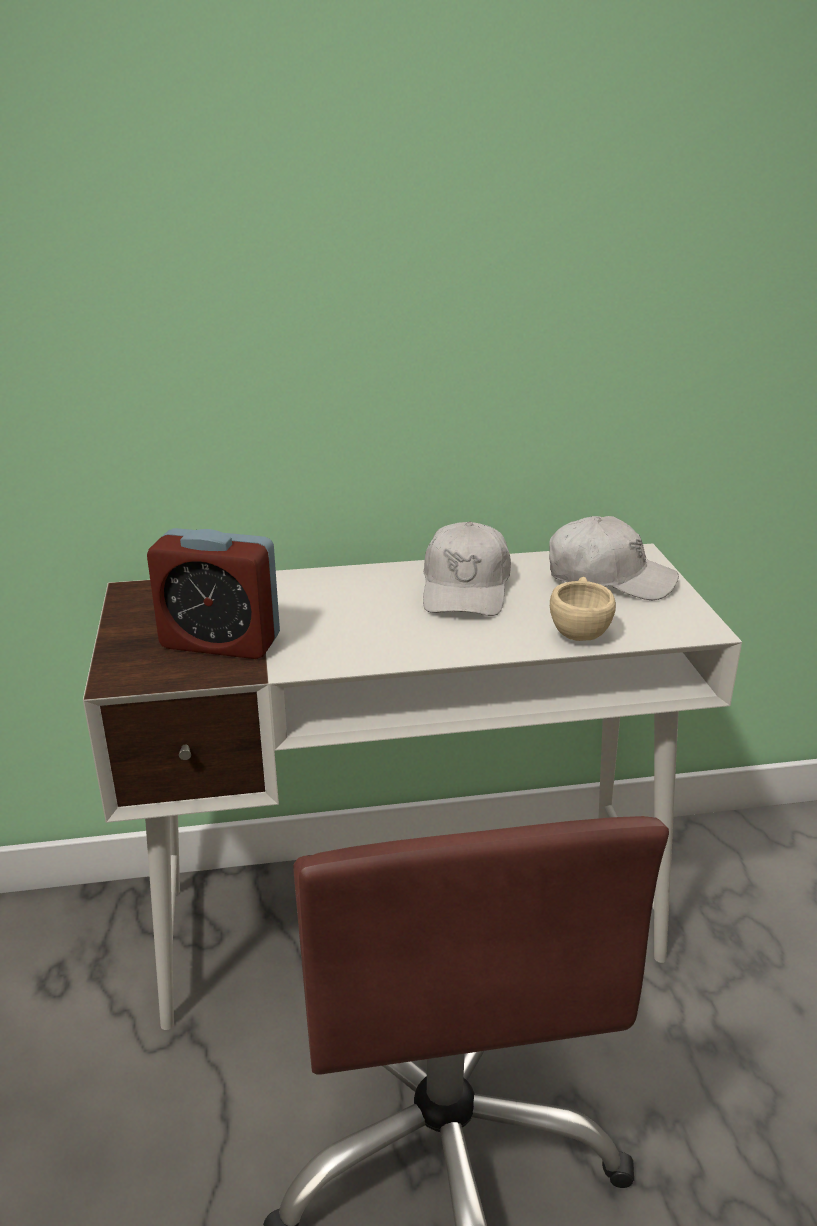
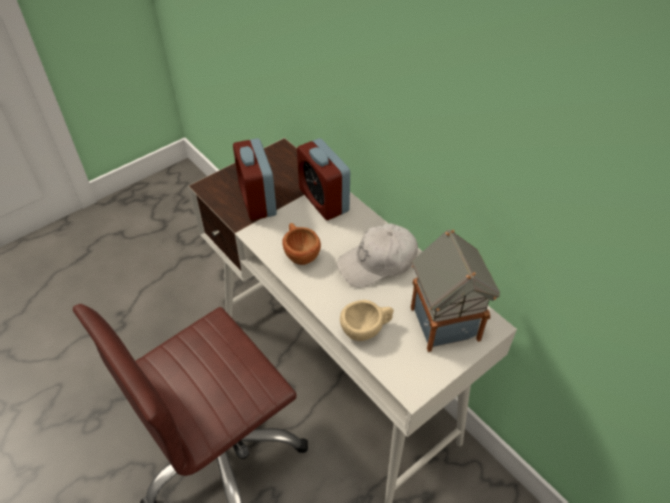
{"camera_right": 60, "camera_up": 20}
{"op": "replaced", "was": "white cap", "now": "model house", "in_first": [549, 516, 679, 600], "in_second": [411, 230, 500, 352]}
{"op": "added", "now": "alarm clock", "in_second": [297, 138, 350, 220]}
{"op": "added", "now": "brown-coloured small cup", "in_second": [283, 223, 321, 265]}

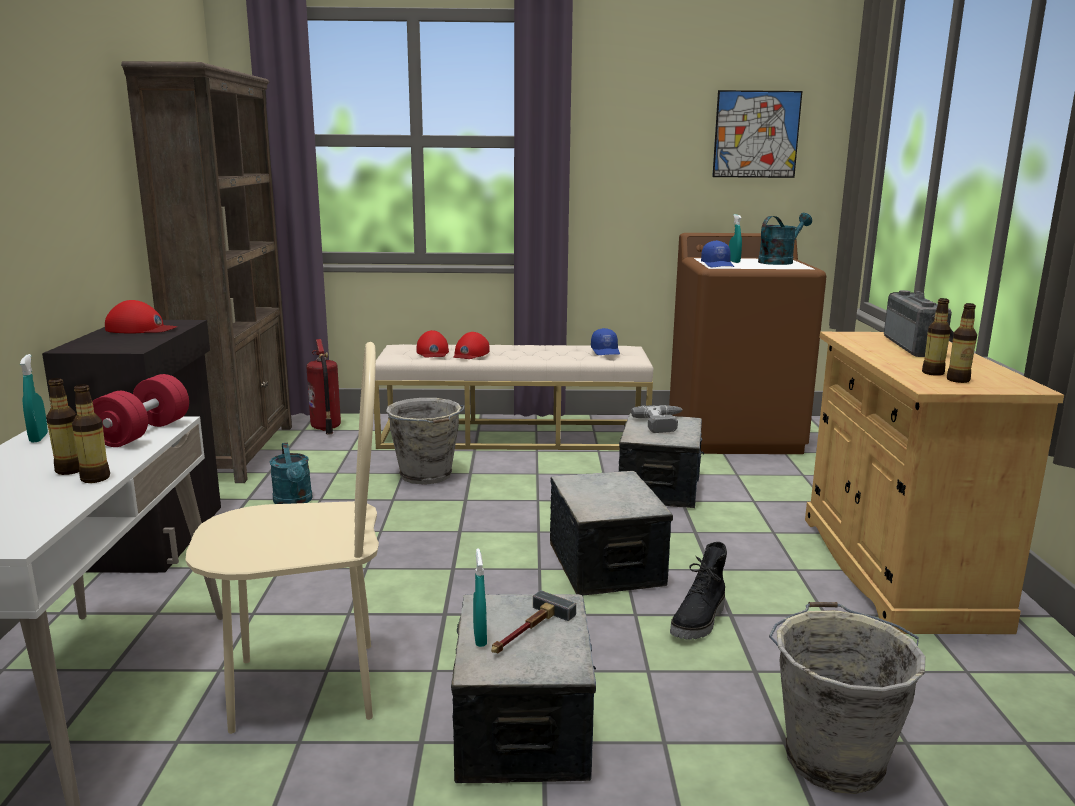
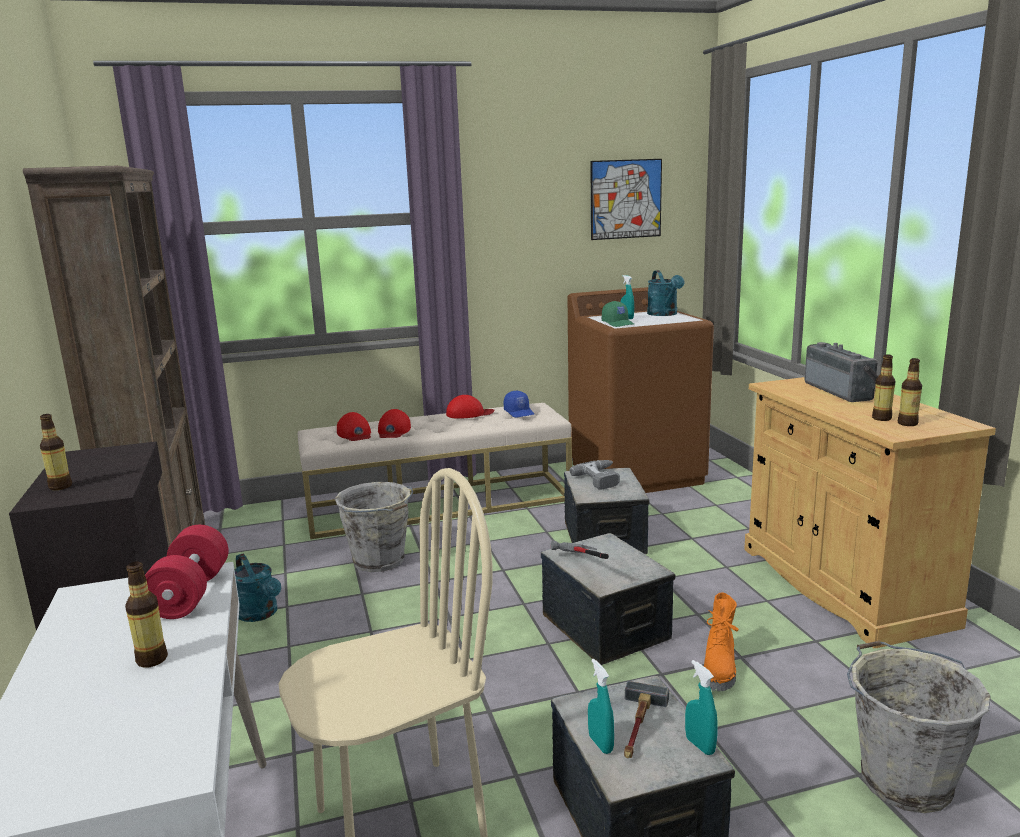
{"camera_right": -15, "camera_up": 0}
{"op": "turned", "was": "blue-green watering pot", "in_first": [758, 213, 812, 265], "in_second": [647, 270, 684, 316], "clockwise": 135}
{"op": "recoloured", "was": "bluish cap", "now": "greenish cap", "in_first": [701, 240, 734, 267], "in_second": [602, 301, 635, 327]}
{"op": "moved", "was": "red cap", "in_first": [105, 300, 177, 334], "in_second": [446, 395, 495, 419]}
{"op": "removed", "was": "fire-fighting cylinder", "in_first": [306, 339, 341, 435]}
{"op": "moved", "was": "blue-green sprayer", "in_first": [20, 354, 48, 443], "in_second": [685, 660, 718, 755]}
{"op": "moved", "was": "bottle", "in_first": [72, 384, 110, 483], "in_second": [40, 414, 72, 490]}
{"op": "recoloured", "was": "blackish high-top boot", "now": "orange high-top boot", "in_first": [670, 542, 727, 640], "in_second": [704, 592, 739, 691]}
{"op": "added", "now": "tool hammer", "in_second": [550, 541, 609, 559]}

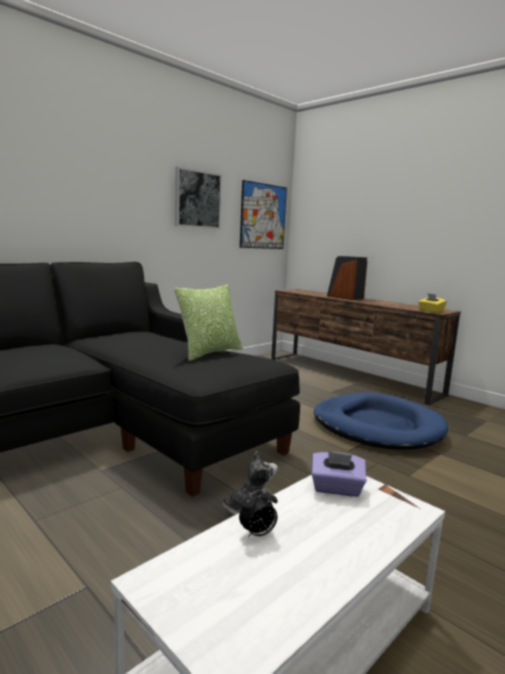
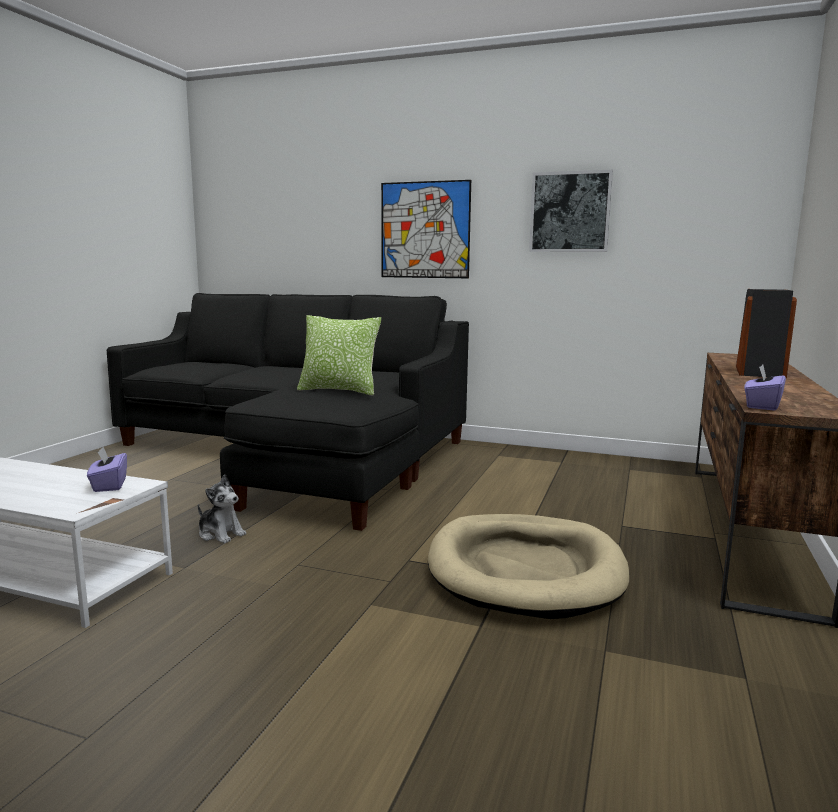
{"camera_right": 65, "camera_up": 0}
{"op": "moved", "was": "wall picture", "in_first": [240, 180, 287, 249], "in_second": [381, 180, 471, 278]}
{"op": "recoloured", "was": "yellowish box of tissues", "now": "purple-coloured box of tissues", "in_first": [418, 293, 447, 313], "in_second": [744, 365, 786, 411]}
{"op": "recoloured", "was": "bluish dog bed", "now": "beige-coloured dog bed", "in_first": [314, 392, 448, 450], "in_second": [428, 514, 629, 619]}
{"op": "removed", "was": "alarm clock", "in_first": [239, 489, 278, 538]}

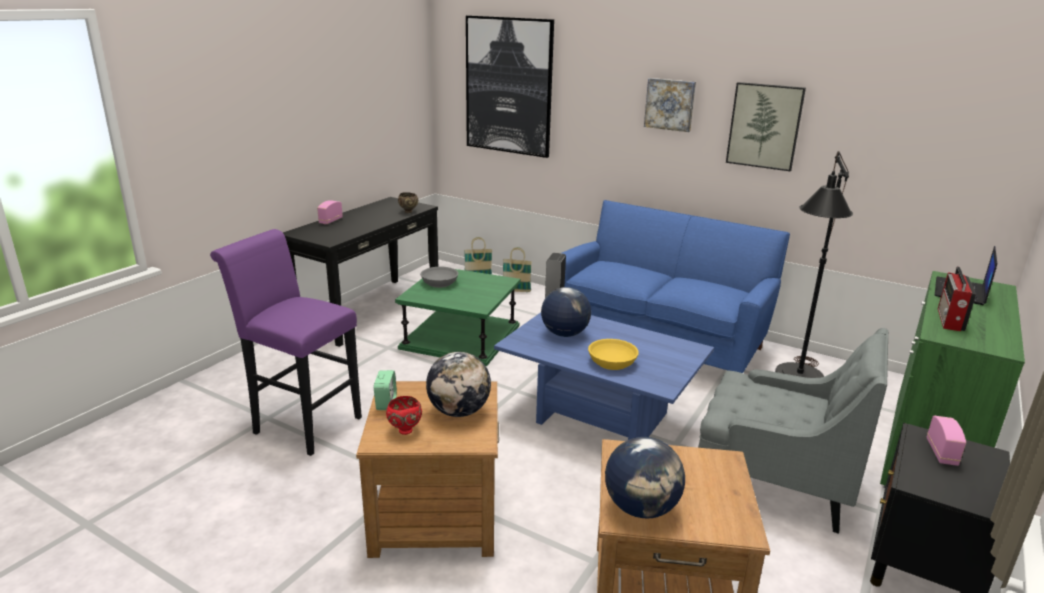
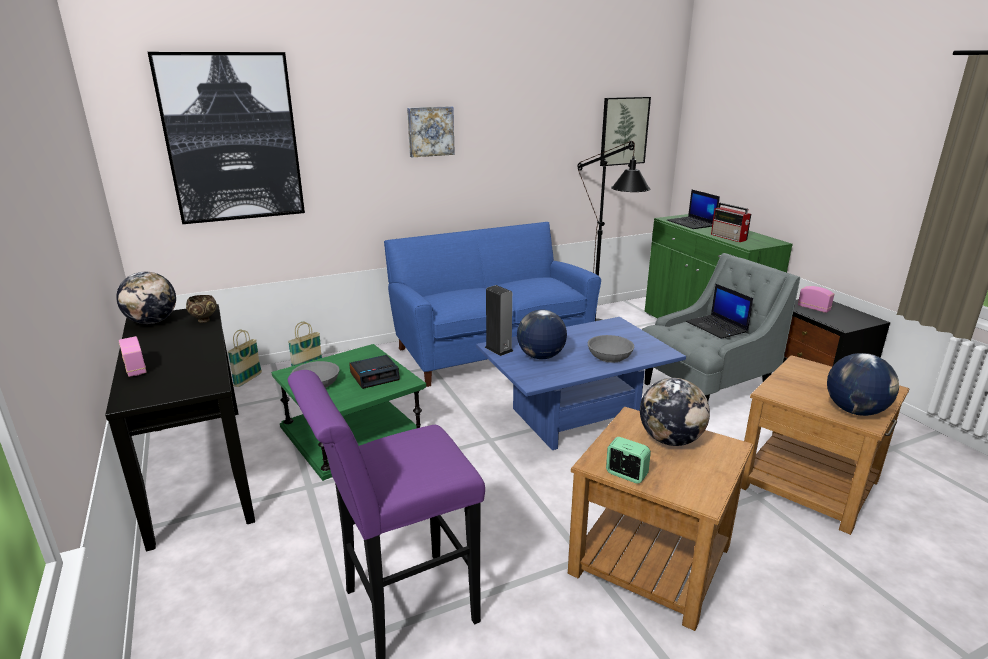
{"camera_right": -55, "camera_up": 0}
{"op": "moved", "was": "wall picture", "in_first": [726, 82, 806, 171], "in_second": [600, 97, 651, 166]}
{"op": "recoloured", "was": "yellowish serving bowl", "now": "grey serving bowl", "in_first": [588, 339, 639, 370], "in_second": [588, 335, 635, 363]}
{"op": "removed", "was": "red serving bowl", "in_first": [386, 396, 422, 435]}
{"op": "added", "now": "globe", "in_second": [116, 272, 176, 324]}
{"op": "added", "now": "notebook computer", "in_second": [686, 284, 753, 339]}
{"op": "added", "now": "alarm clock", "in_second": [349, 355, 400, 389]}

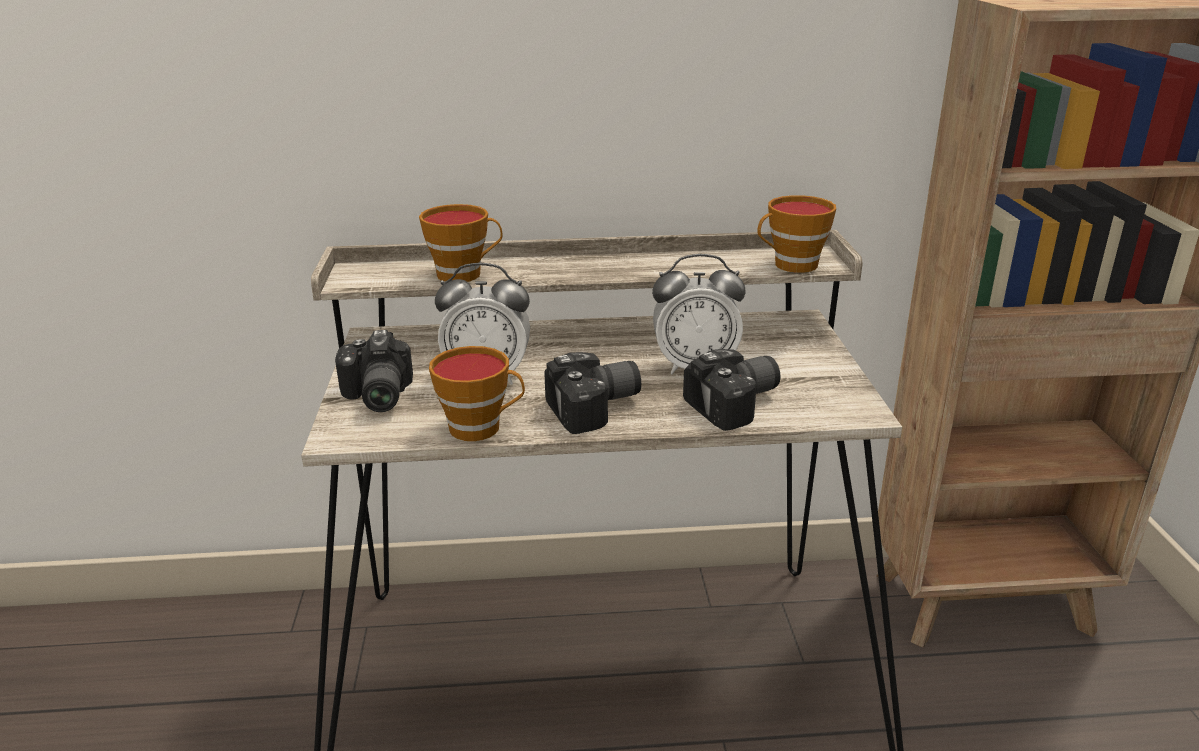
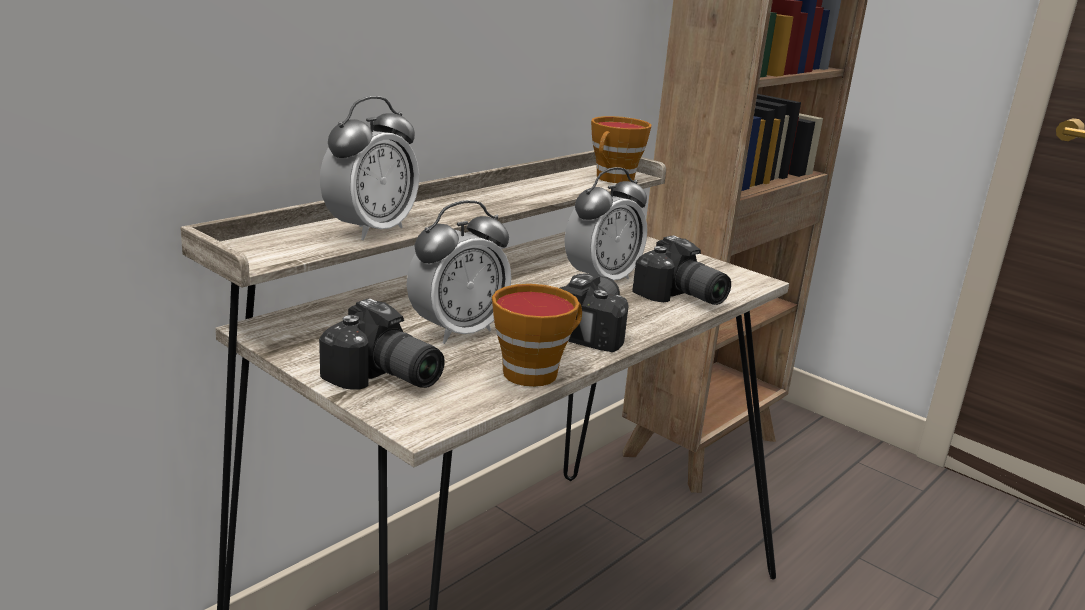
{"camera_right": -45, "camera_up": -5}
{"op": "replaced", "was": "small cup", "now": "alarm clock", "in_first": [419, 204, 502, 282], "in_second": [320, 96, 419, 240]}
{"op": "turned", "was": "still camera", "in_first": [683, 349, 780, 431], "in_second": [632, 236, 731, 305], "clockwise": 120}

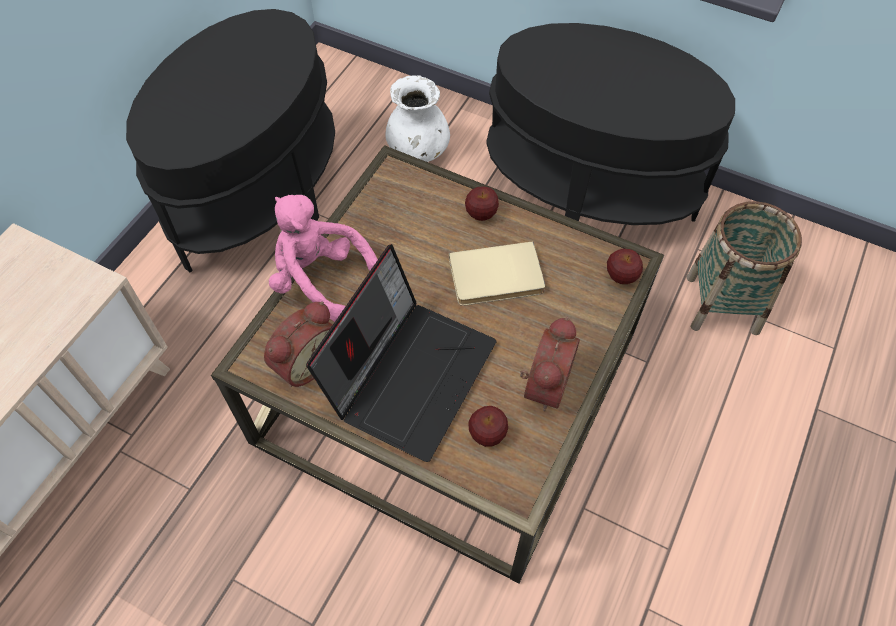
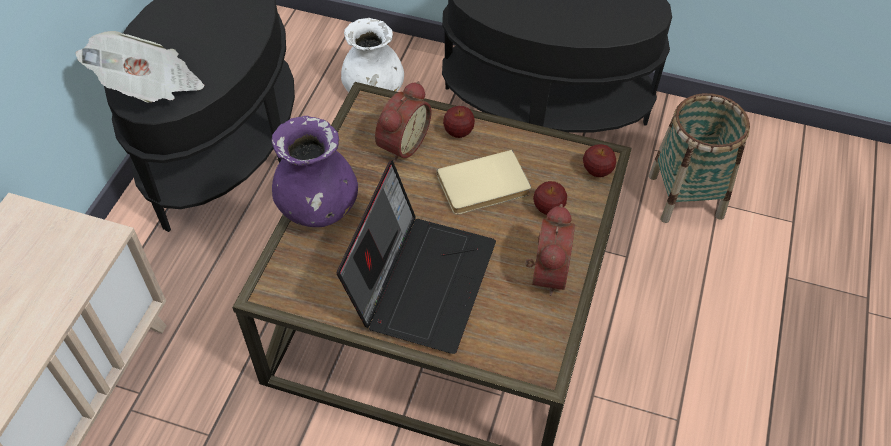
{"camera_right": -10, "camera_up": -5}
{"op": "replaced", "was": "pink plush toy", "now": "purple-coloured decorative vase", "in_first": [269, 195, 378, 322], "in_second": [272, 116, 358, 227]}
{"op": "moved", "was": "alarm clock", "in_first": [264, 301, 332, 387], "in_second": [375, 81, 431, 162]}
{"op": "moved", "was": "whole apple", "in_first": [468, 406, 508, 447], "in_second": [533, 181, 567, 215]}
{"op": "added", "now": "printed paper", "in_second": [76, 31, 204, 103]}

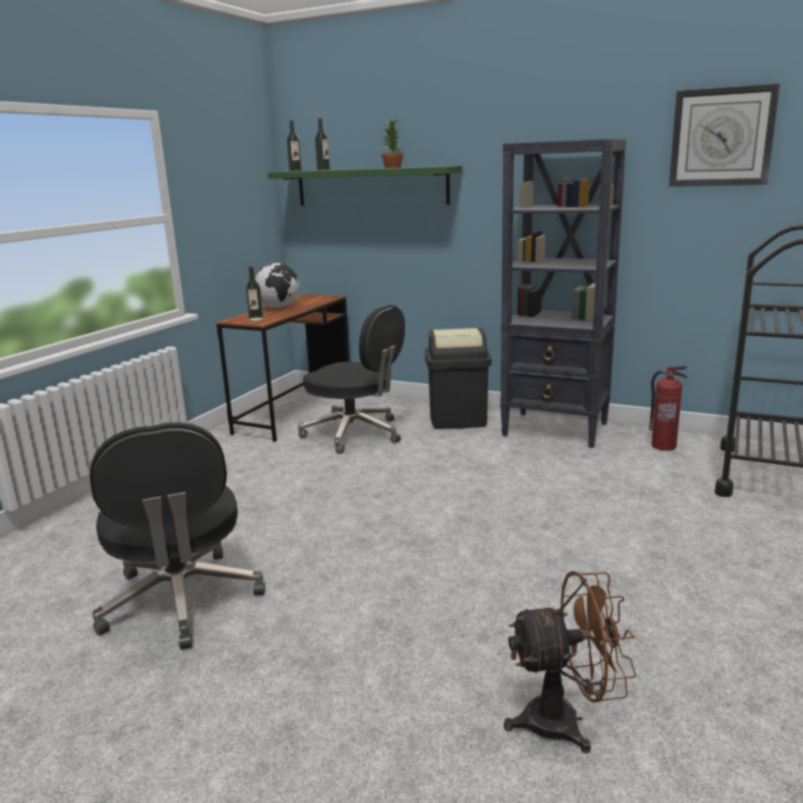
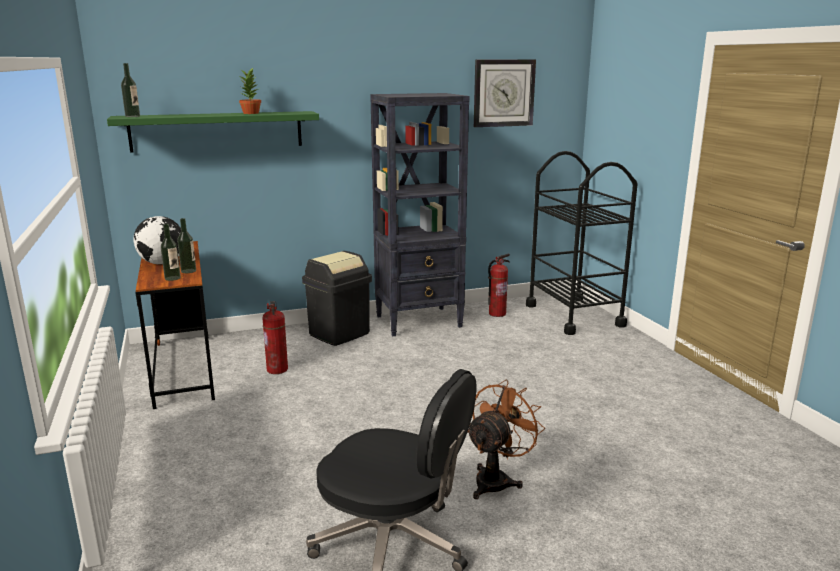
{"camera_right": -45, "camera_up": 0}
{"op": "moved", "was": "bottle", "in_first": [315, 118, 330, 170], "in_second": [177, 218, 196, 273]}
{"op": "replaced", "was": "blackish computer chair", "now": "fire-fighting cylinder", "in_first": [298, 305, 405, 454], "in_second": [263, 301, 288, 374]}
{"op": "moved", "was": "brown-coloured electric fan", "in_first": [504, 571, 636, 753], "in_second": [467, 380, 545, 499]}

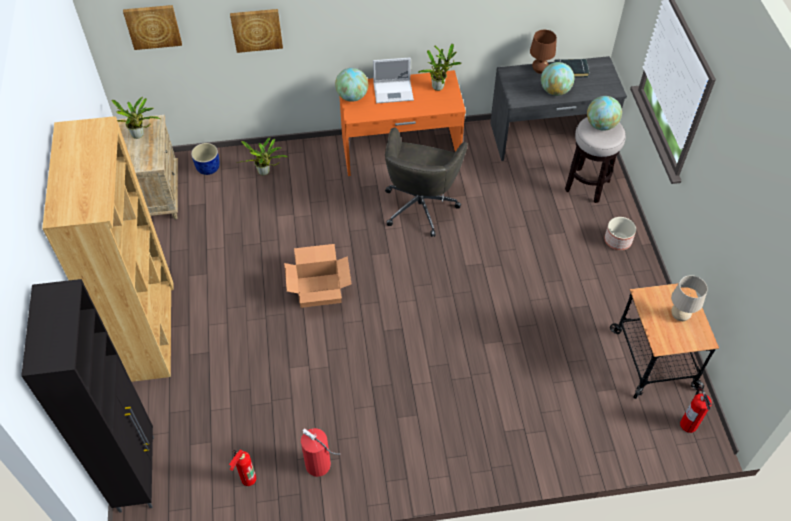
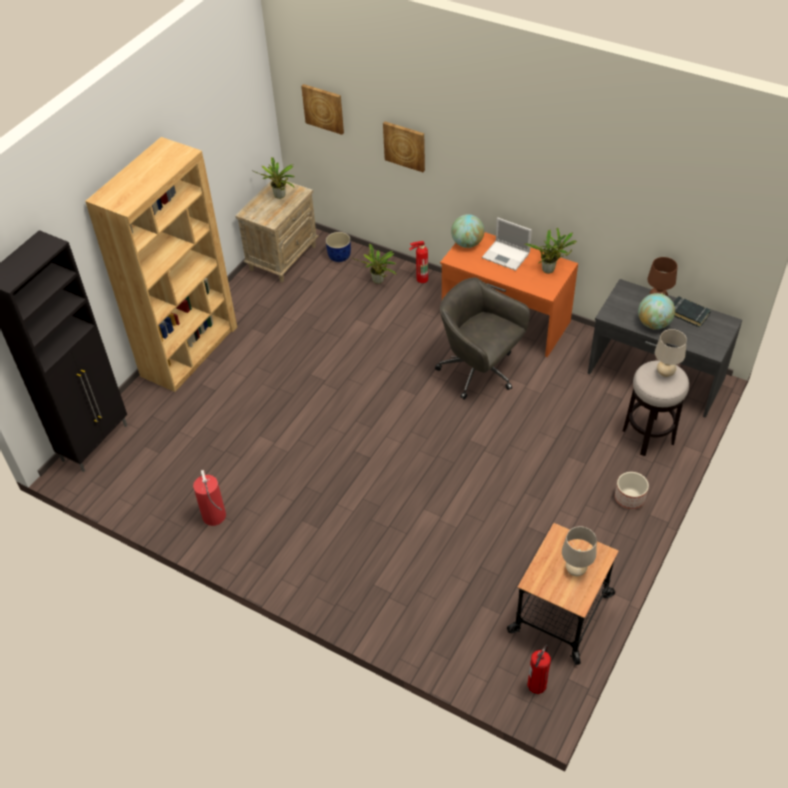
{"camera_right": 40, "camera_up": -5}
{"op": "replaced", "was": "globe", "now": "beige-coloured lamp for a table", "in_first": [587, 96, 622, 131], "in_second": [655, 329, 687, 377]}
{"op": "turned", "was": "grey computer chair", "in_first": [385, 127, 468, 237], "in_second": [435, 277, 530, 400], "clockwise": 75}
{"op": "removed", "was": "carton", "in_first": [284, 244, 351, 308]}
{"op": "moved", "was": "fire-fighting cylinder", "in_first": [229, 450, 256, 486], "in_second": [409, 241, 428, 283]}

